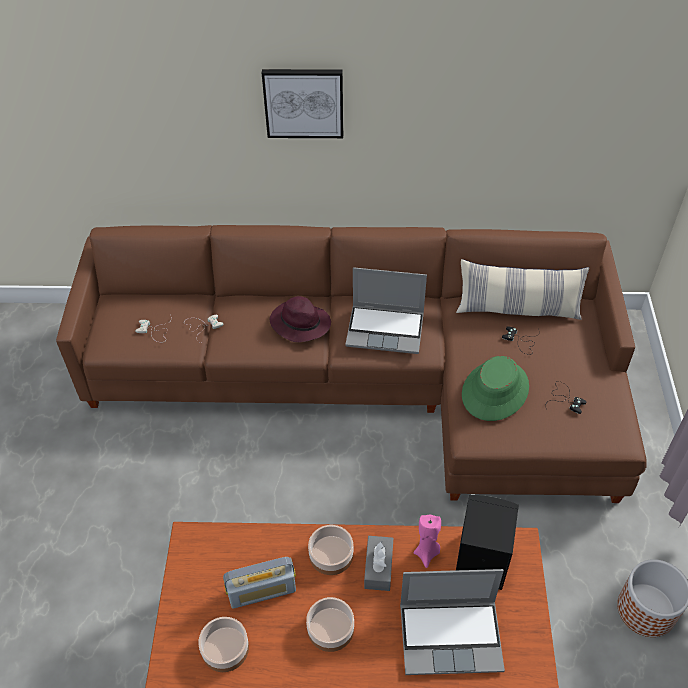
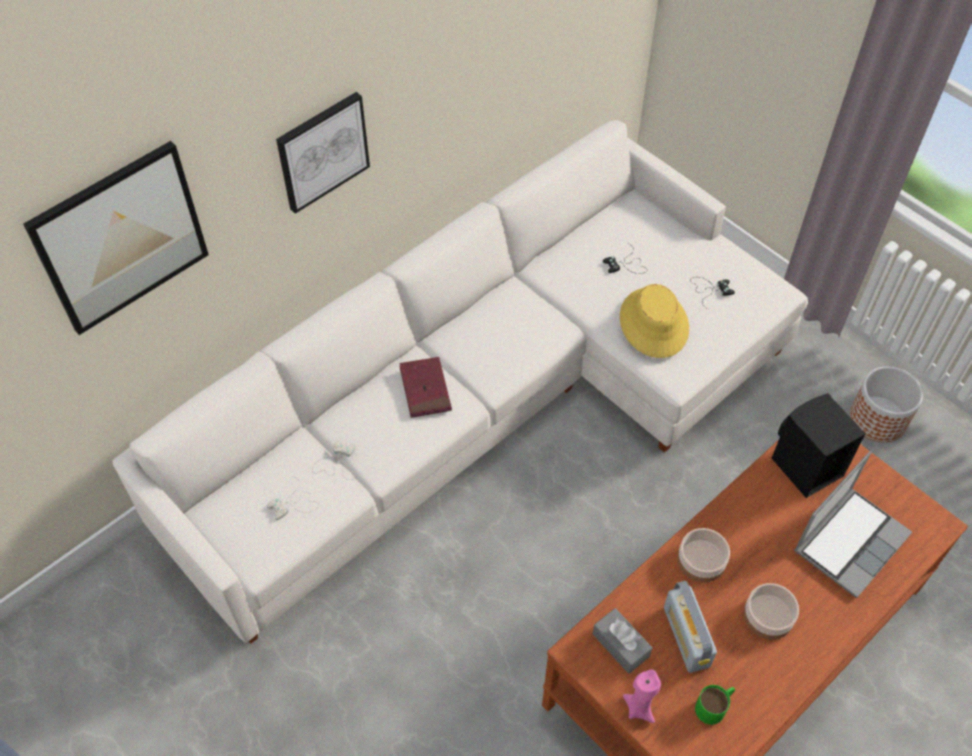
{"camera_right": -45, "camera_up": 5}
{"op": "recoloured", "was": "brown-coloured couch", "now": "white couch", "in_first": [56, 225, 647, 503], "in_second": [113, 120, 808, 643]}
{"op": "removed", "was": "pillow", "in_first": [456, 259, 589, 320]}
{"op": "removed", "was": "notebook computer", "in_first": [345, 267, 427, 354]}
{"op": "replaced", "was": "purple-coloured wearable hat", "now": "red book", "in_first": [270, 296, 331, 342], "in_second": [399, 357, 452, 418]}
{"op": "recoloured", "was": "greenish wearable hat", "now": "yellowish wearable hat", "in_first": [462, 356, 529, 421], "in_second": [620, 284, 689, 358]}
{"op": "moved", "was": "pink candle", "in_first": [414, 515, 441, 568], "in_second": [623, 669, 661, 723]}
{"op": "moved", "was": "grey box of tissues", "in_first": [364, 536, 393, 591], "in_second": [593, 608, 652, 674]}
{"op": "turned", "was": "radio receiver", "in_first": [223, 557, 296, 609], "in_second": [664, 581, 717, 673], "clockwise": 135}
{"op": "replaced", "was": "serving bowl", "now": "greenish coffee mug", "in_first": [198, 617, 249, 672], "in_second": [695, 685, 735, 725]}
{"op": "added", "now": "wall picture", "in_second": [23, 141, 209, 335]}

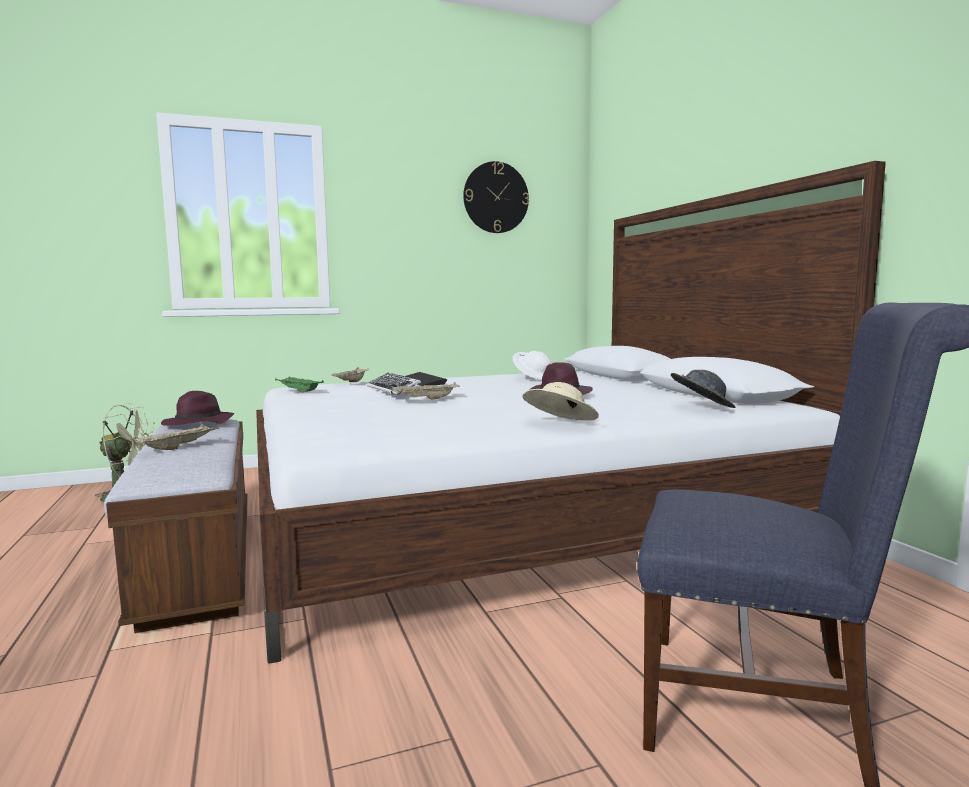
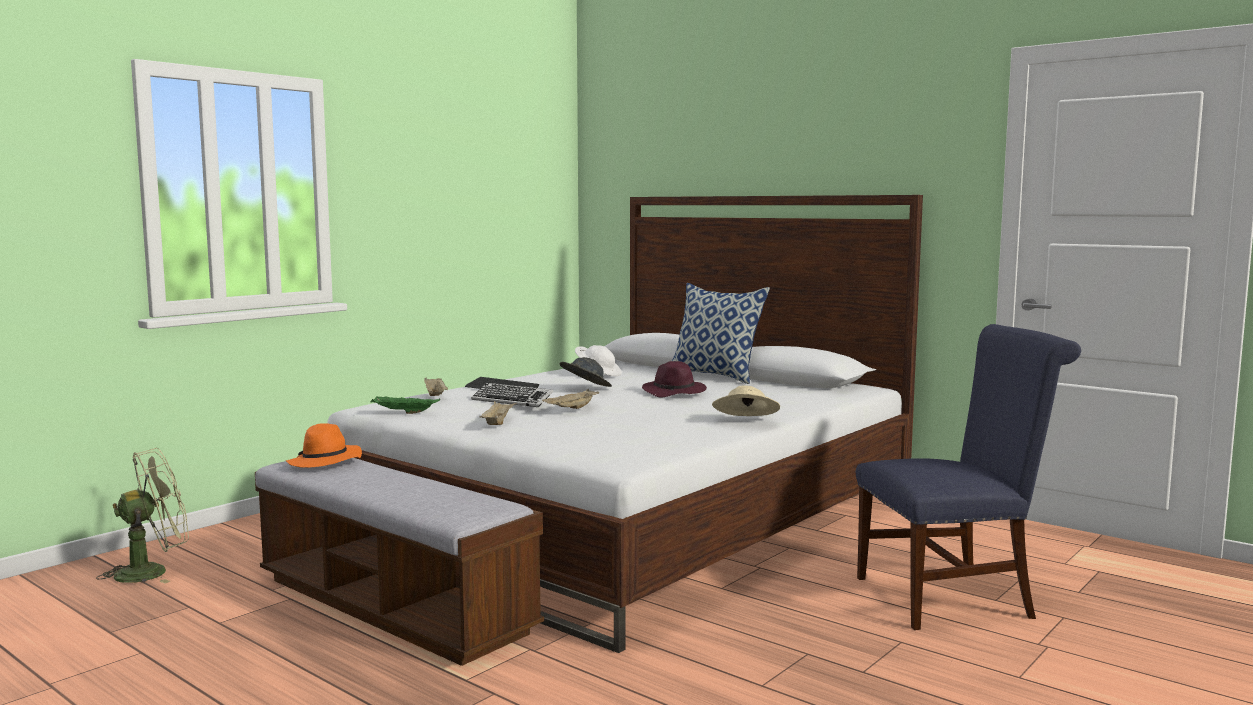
{"camera_right": -30, "camera_up": 0}
{"op": "removed", "was": "wall clock", "in_first": [463, 161, 529, 233]}
{"op": "moved", "was": "grey wearable hat", "in_first": [671, 370, 736, 408], "in_second": [560, 357, 612, 387]}
{"op": "recoloured", "was": "purple-coloured wearable hat", "now": "orange wearable hat", "in_first": [161, 391, 234, 426], "in_second": [286, 423, 362, 468]}
{"op": "moved", "was": "beige-coloured tray", "in_first": [134, 424, 219, 450], "in_second": [480, 401, 517, 425]}
{"op": "added", "now": "pillow", "in_second": [672, 283, 770, 384]}

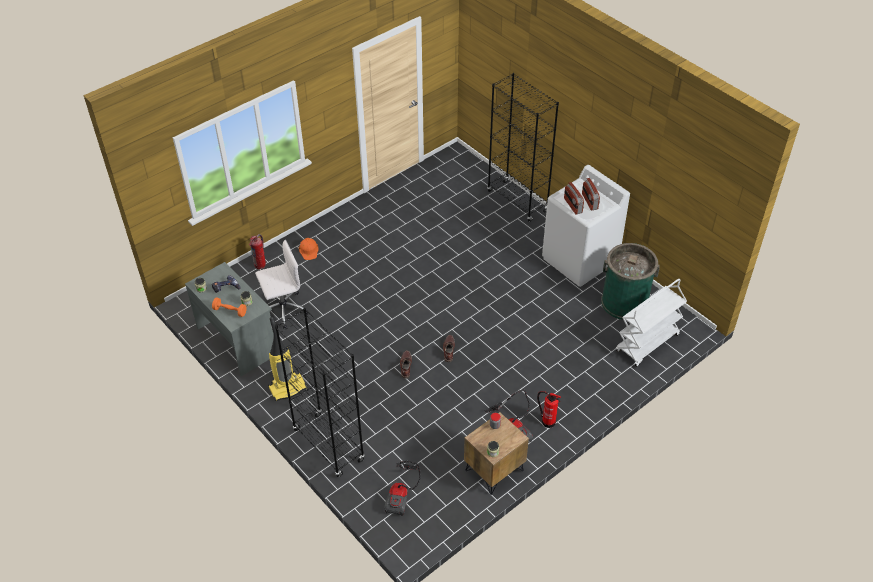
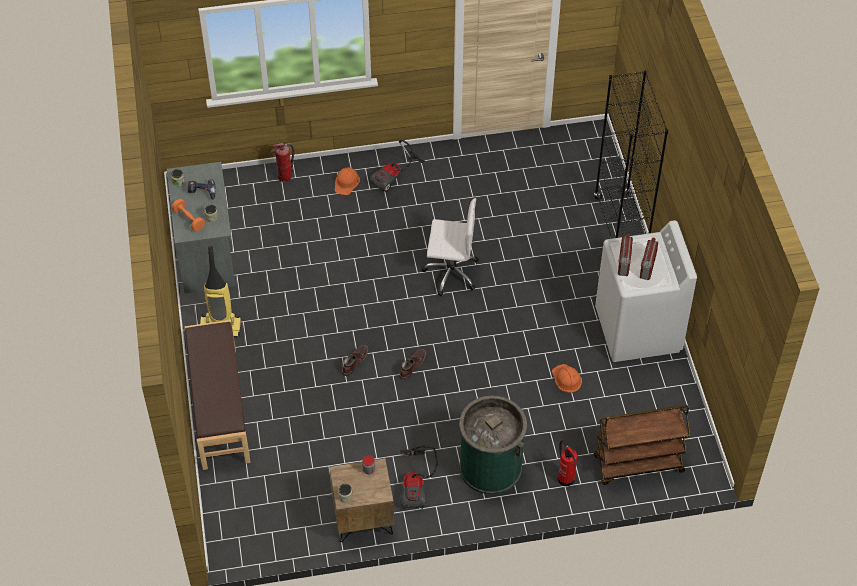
{"camera_right": 30, "camera_up": 5}
{"op": "moved", "was": "white computer chair", "in_first": [255, 240, 308, 329], "in_second": [421, 198, 478, 296]}
{"op": "moved", "was": "greenish rubbish bin", "in_first": [601, 243, 660, 320], "in_second": [459, 396, 527, 495]}
{"op": "recoloured", "was": "white cart", "now": "brown-coloured cart", "in_first": [616, 279, 687, 367], "in_second": [594, 405, 690, 485]}
{"op": "replaced", "was": "blackish bookshelf", "now": "brown-coloured long seat", "in_first": [275, 308, 365, 477], "in_second": [184, 320, 251, 470]}
{"op": "moved", "was": "fire-fighting cylinder", "in_first": [537, 391, 561, 428], "in_second": [558, 440, 577, 486]}
{"op": "moved", "was": "hoover", "in_first": [384, 460, 421, 516], "in_second": [370, 140, 425, 193]}
{"op": "added", "now": "orange hard hat", "in_second": [552, 364, 582, 393]}

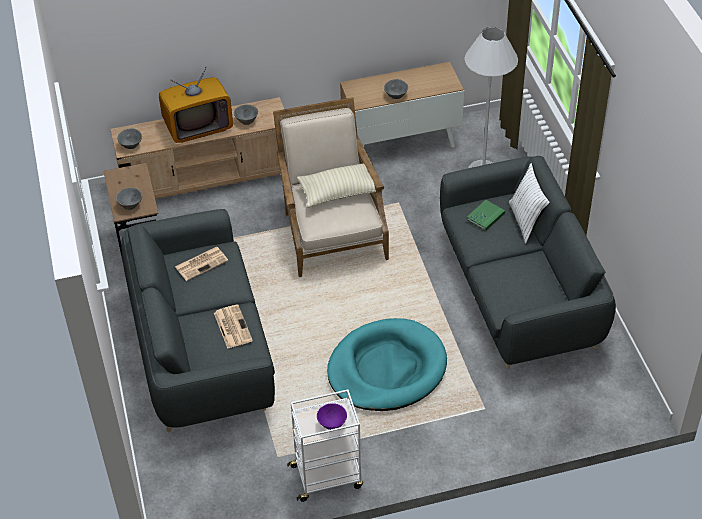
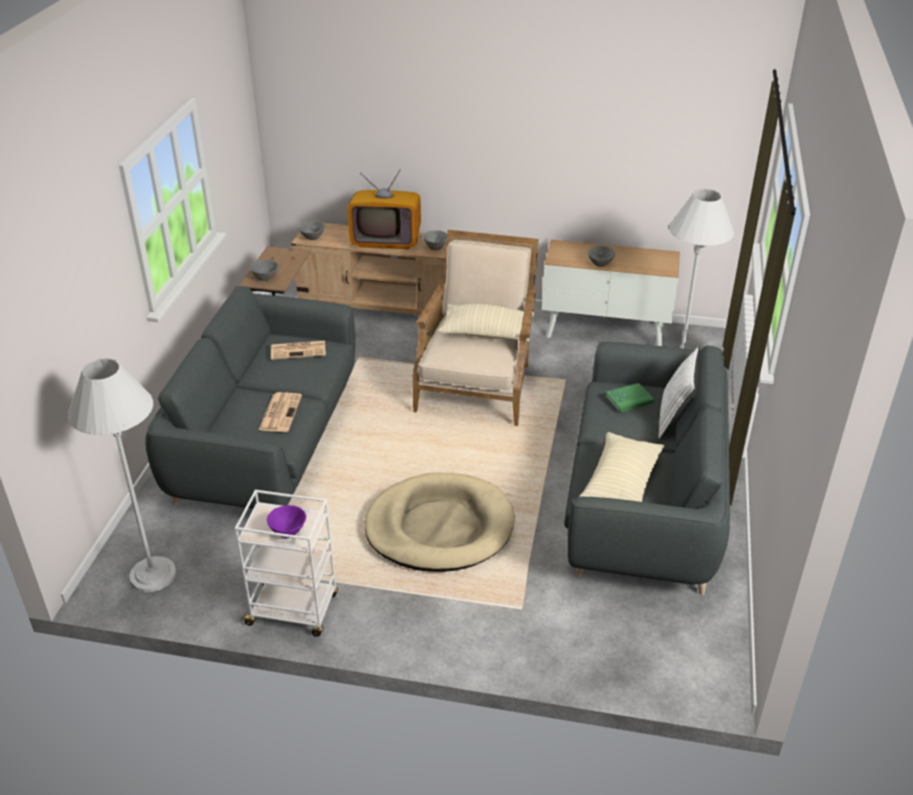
{"camera_right": 25, "camera_up": -10}
{"op": "recoloured", "was": "blue-green dog bed", "now": "beige-coloured dog bed", "in_first": [327, 318, 447, 411], "in_second": [364, 473, 515, 572]}
{"op": "added", "now": "white standard lamp", "in_second": [68, 359, 177, 592]}
{"op": "added", "now": "beige-coloured pillow", "in_second": [579, 432, 664, 502]}

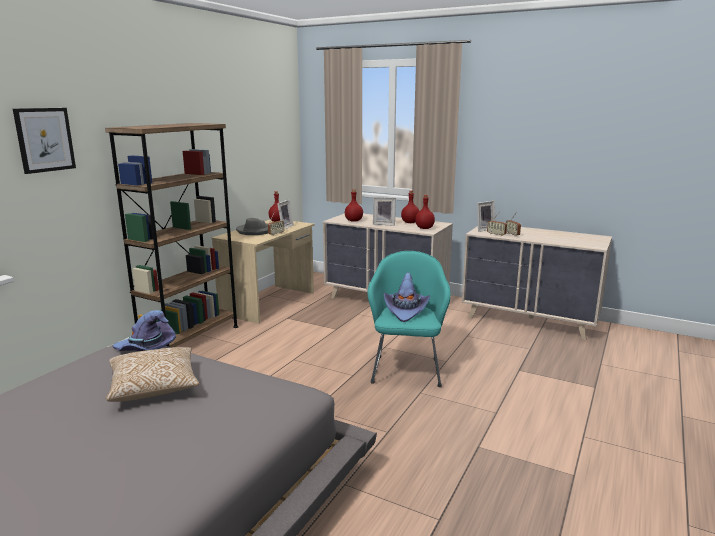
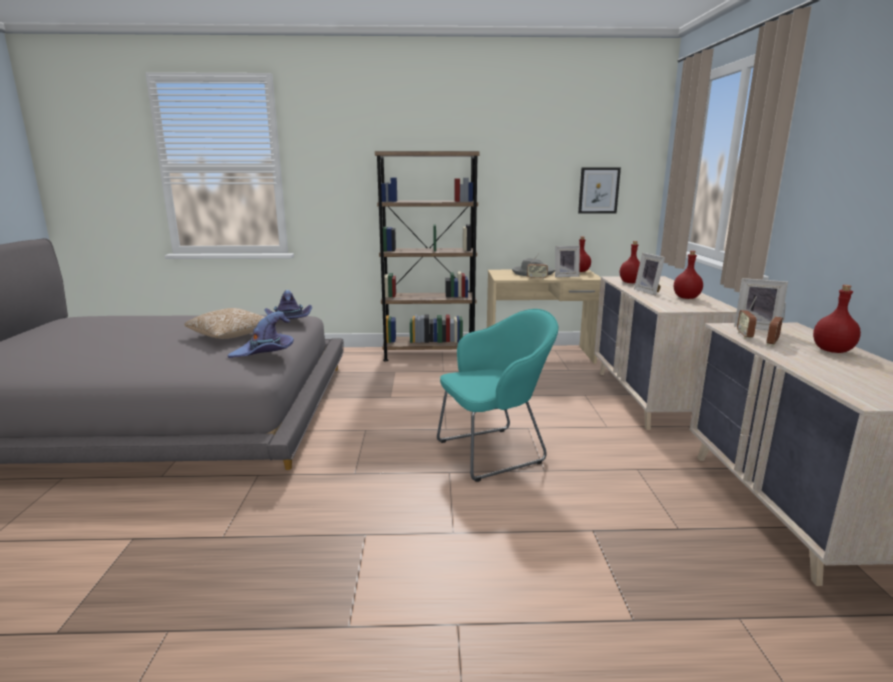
{"camera_right": 60, "camera_up": 0}
{"op": "moved", "was": "wall picture", "in_first": [13, 108, 76, 174], "in_second": [578, 167, 621, 214]}
{"op": "moved", "was": "red bottle", "in_first": [415, 195, 435, 229], "in_second": [813, 285, 861, 353]}
{"op": "moved", "was": "purple-coloured wearable hat", "in_first": [384, 273, 430, 322], "in_second": [227, 312, 294, 358]}

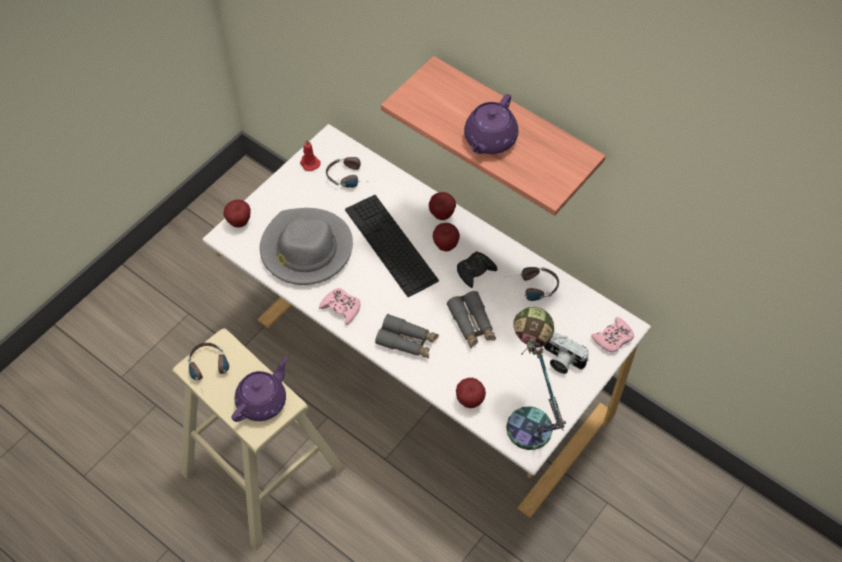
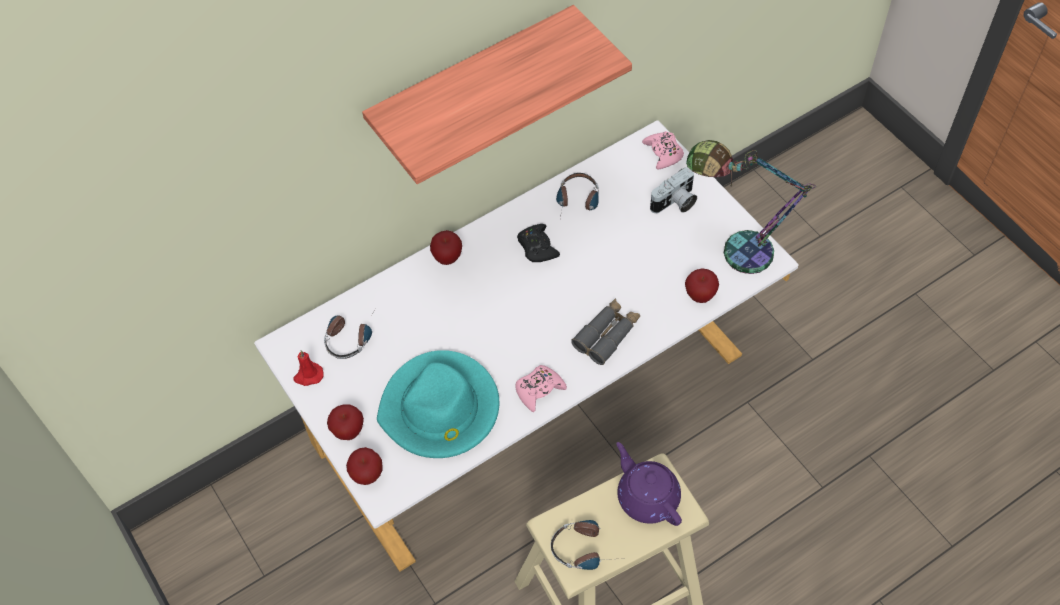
{"camera_right": -70, "camera_up": 0}
{"op": "removed", "was": "purple-coloured pot for tea", "in_first": [464, 94, 518, 154]}
{"op": "removed", "was": "PC keyboard", "in_first": [345, 195, 439, 297]}
{"op": "recoloured", "was": "grey wearable hat", "now": "blue-green wearable hat", "in_first": [260, 208, 353, 285], "in_second": [377, 350, 499, 458]}
{"op": "moved", "was": "whole apple", "in_first": [432, 223, 460, 252], "in_second": [327, 404, 364, 440]}
{"op": "removed", "was": "grey pair of binoculars", "in_first": [447, 291, 496, 348]}

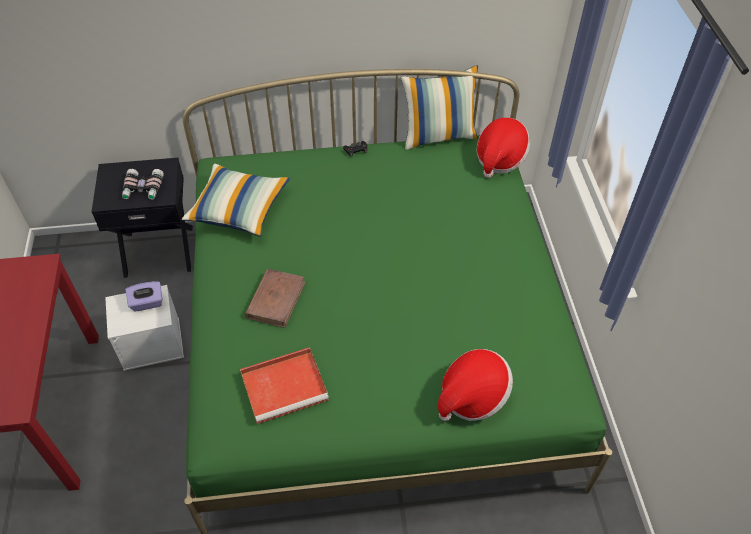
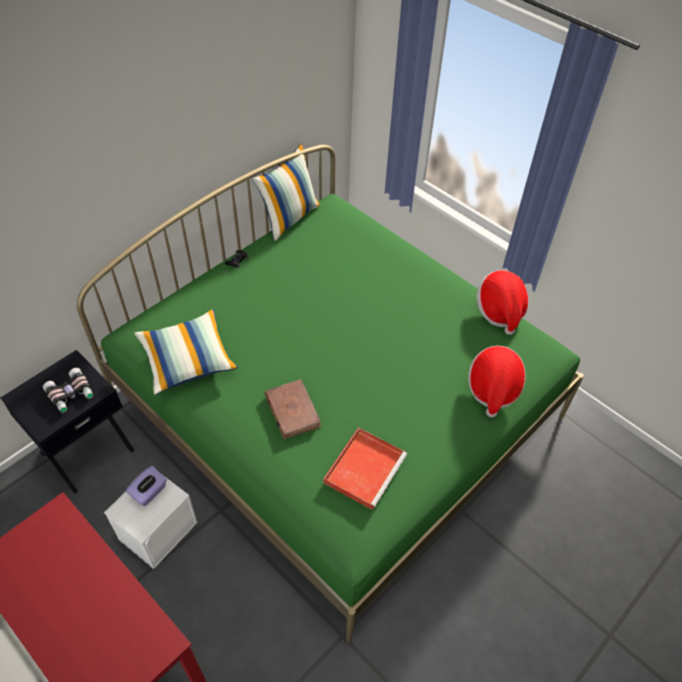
{"camera_right": -40, "camera_up": 0}
{"op": "moved", "was": "wearable hat", "in_first": [477, 118, 530, 178], "in_second": [476, 270, 528, 335]}

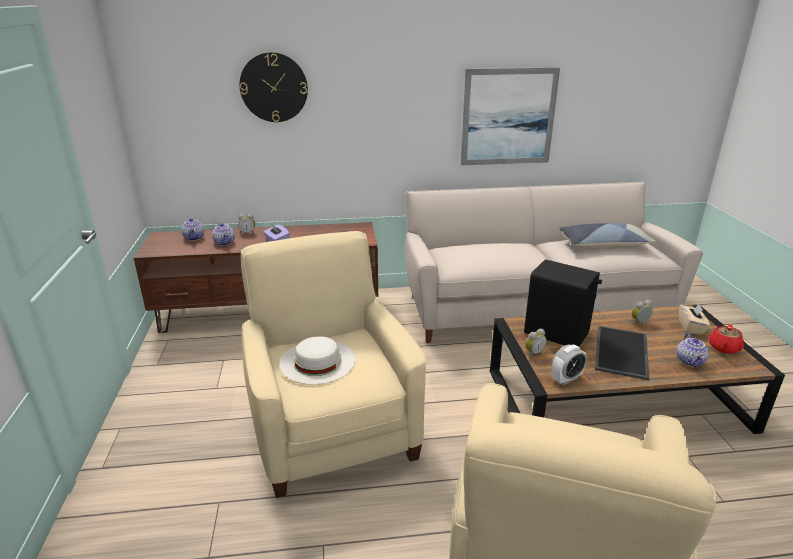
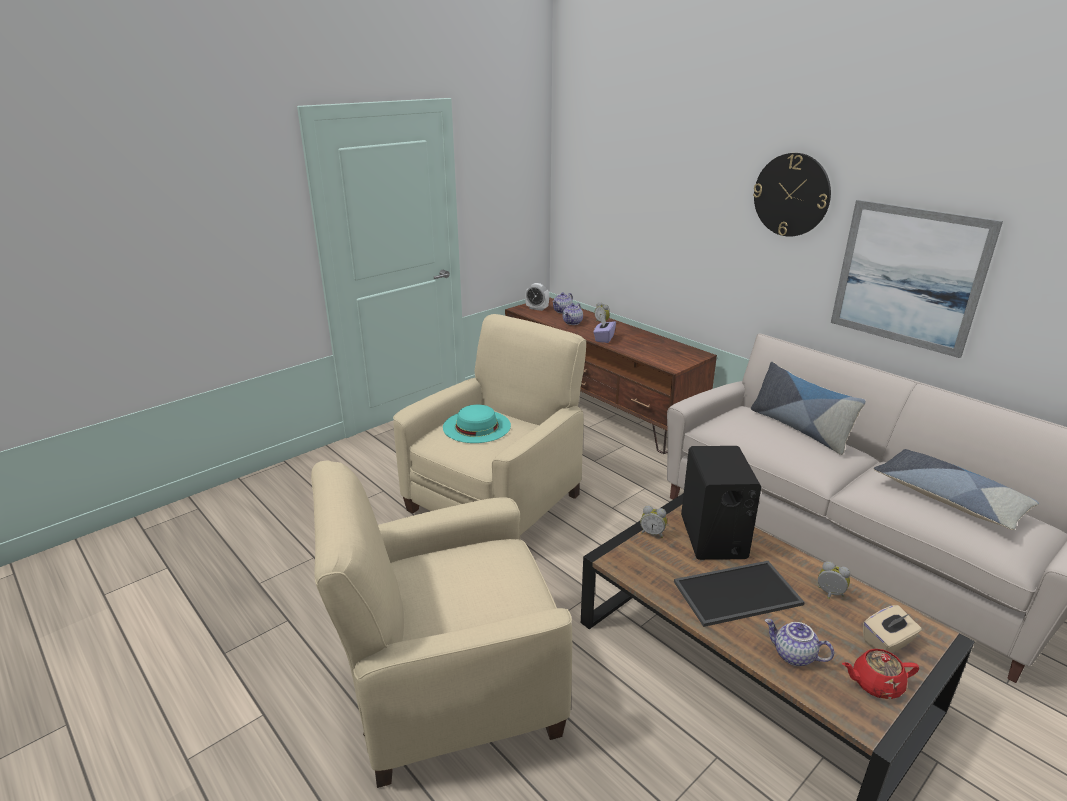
{"camera_right": 55, "camera_up": 0}
{"op": "moved", "was": "wall clock", "in_first": [240, 52, 308, 122], "in_second": [753, 153, 831, 237]}
{"op": "turned", "was": "pot for tea", "in_first": [677, 333, 709, 367], "in_second": [765, 619, 834, 666], "clockwise": 60}
{"op": "recoloured", "was": "white wearable hat", "now": "blue-green wearable hat", "in_first": [280, 336, 356, 385], "in_second": [443, 405, 511, 443]}
{"op": "moved", "was": "alarm clock", "in_first": [552, 344, 587, 385], "in_second": [525, 283, 549, 311]}
{"op": "added", "now": "pillow", "in_second": [751, 362, 866, 455]}

